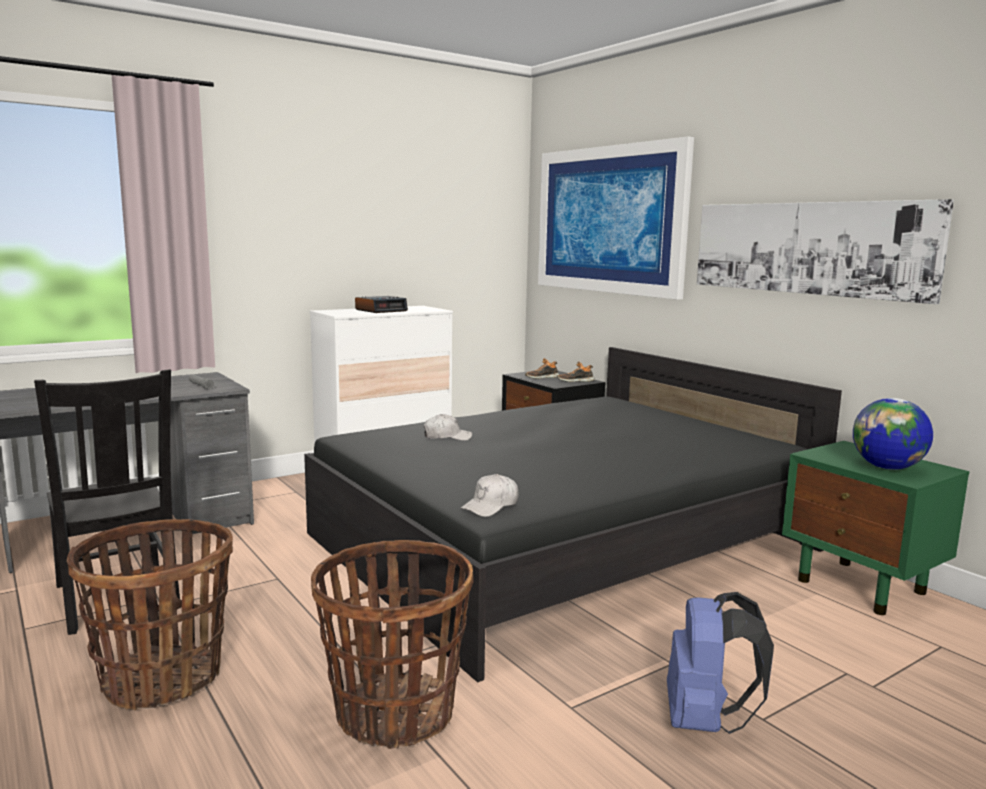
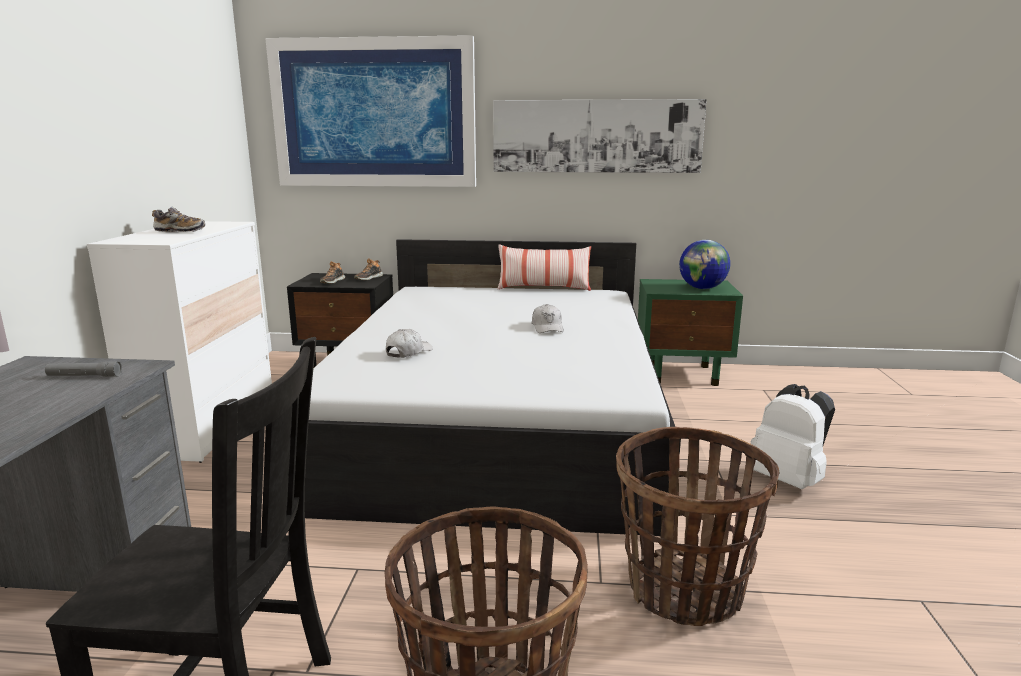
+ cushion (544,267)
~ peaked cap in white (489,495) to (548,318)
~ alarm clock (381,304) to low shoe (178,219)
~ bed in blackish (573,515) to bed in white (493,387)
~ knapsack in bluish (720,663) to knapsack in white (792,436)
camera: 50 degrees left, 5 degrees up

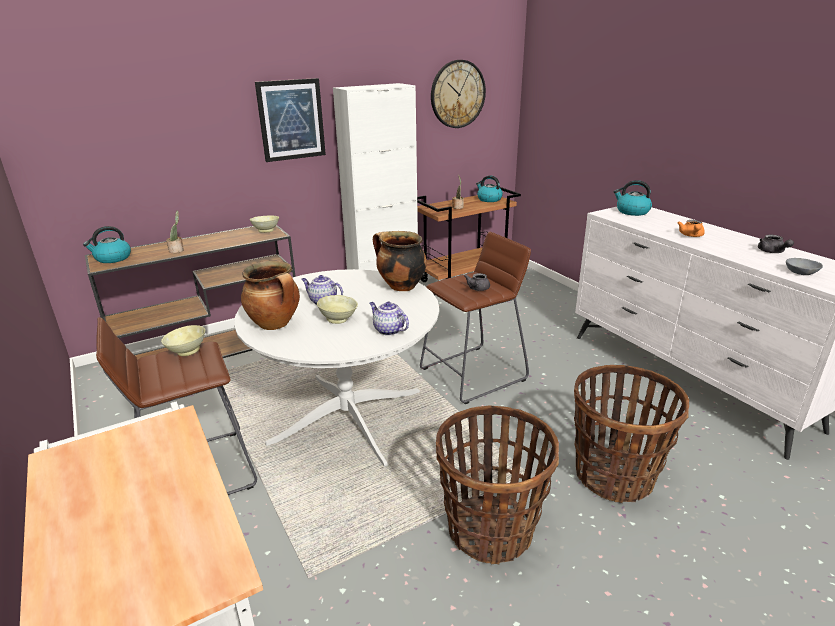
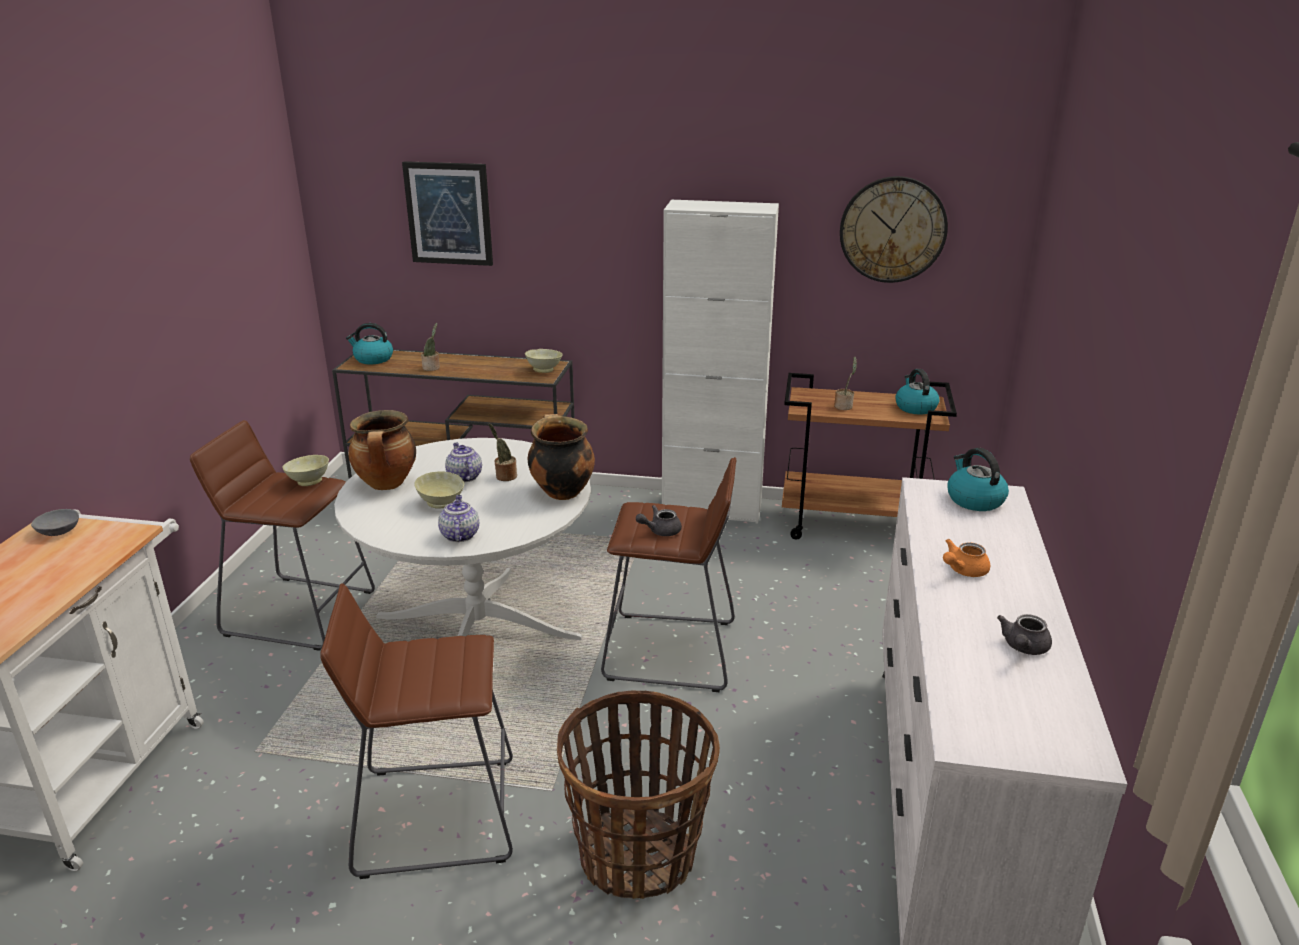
+ plant in a pot (502,452)
~ wall art (290,120) to (447,213)
~ bowl in gray (804,266) to (55,522)
~ basket (497,484) to stool seat in brown (416,731)
camera: 40 degrees right, 0 degrees up

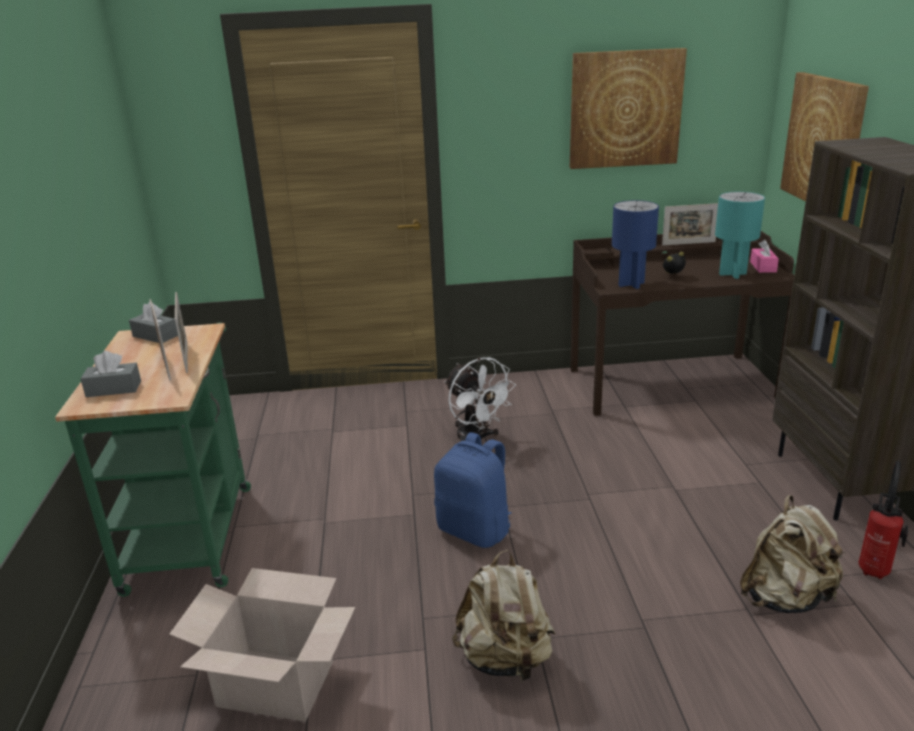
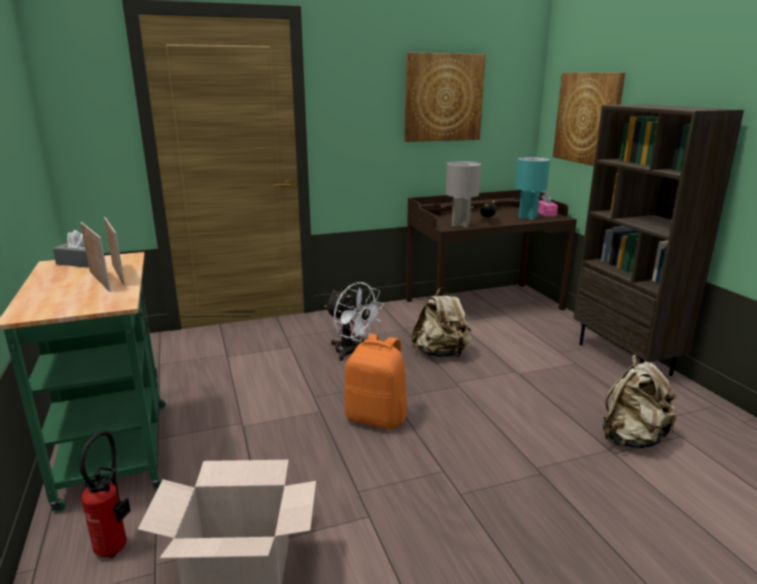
- tissue holder in gray (111,374)
- picture frame (690,224)
~ knapsack in beige (503,615) to (442,322)
~ extinguisher (883,520) to (105,494)
~ knapsack in bluish (472,490) to knapsack in orangey (375,382)
~ table lamp in bluish (635,244) to table lamp in gray (463,194)
camera: 15 degrees left, 5 degrees down

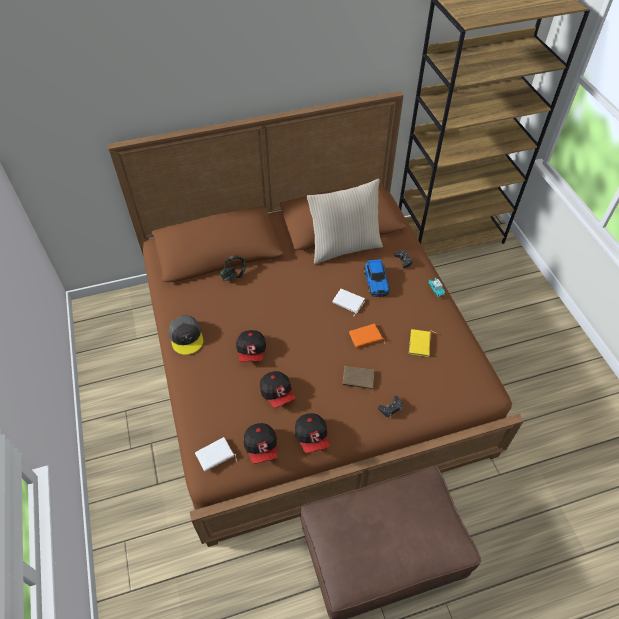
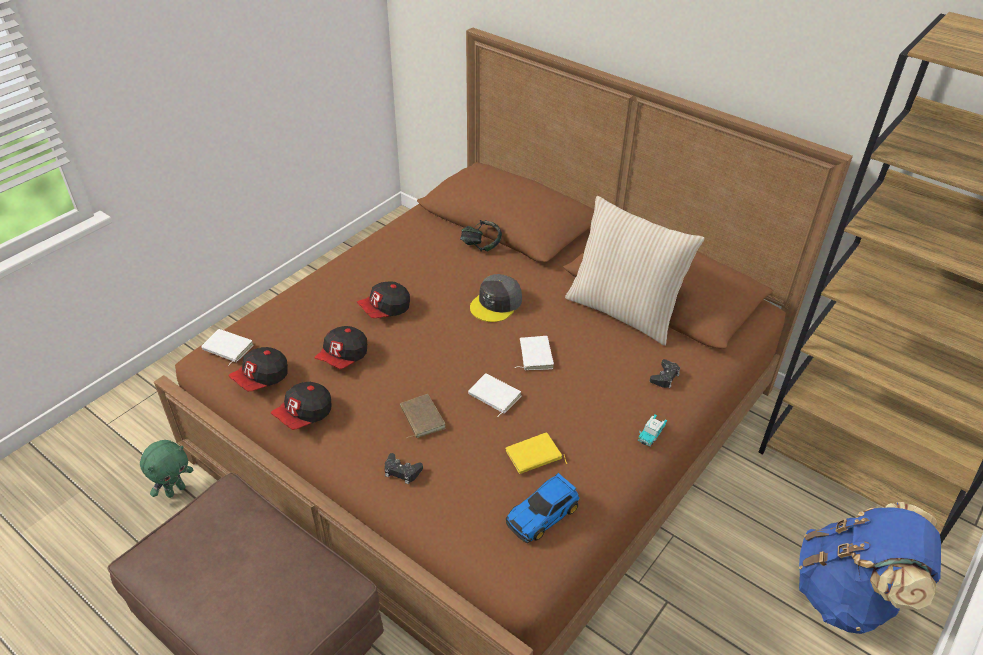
+ soft toy in green (166,469)
+ knapsack in bluish (870,568)
~ peaked cap in gray (186,335) to (496,298)
~ toy car (377,278) to (543,508)
~ volume in orangey (367,336) to volume in white (494,395)
camera: 55 degrees right, 10 degrees down

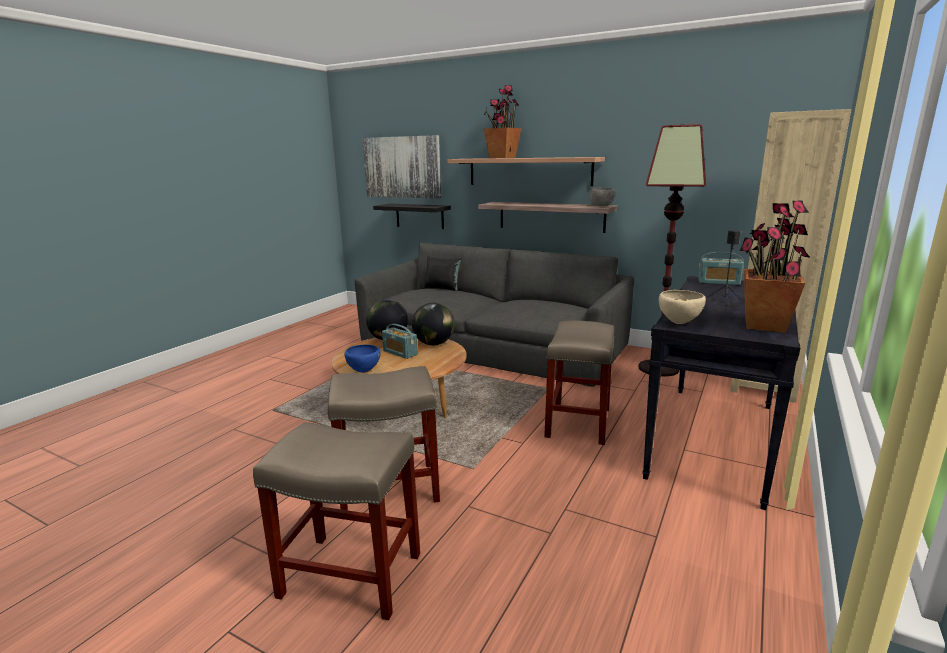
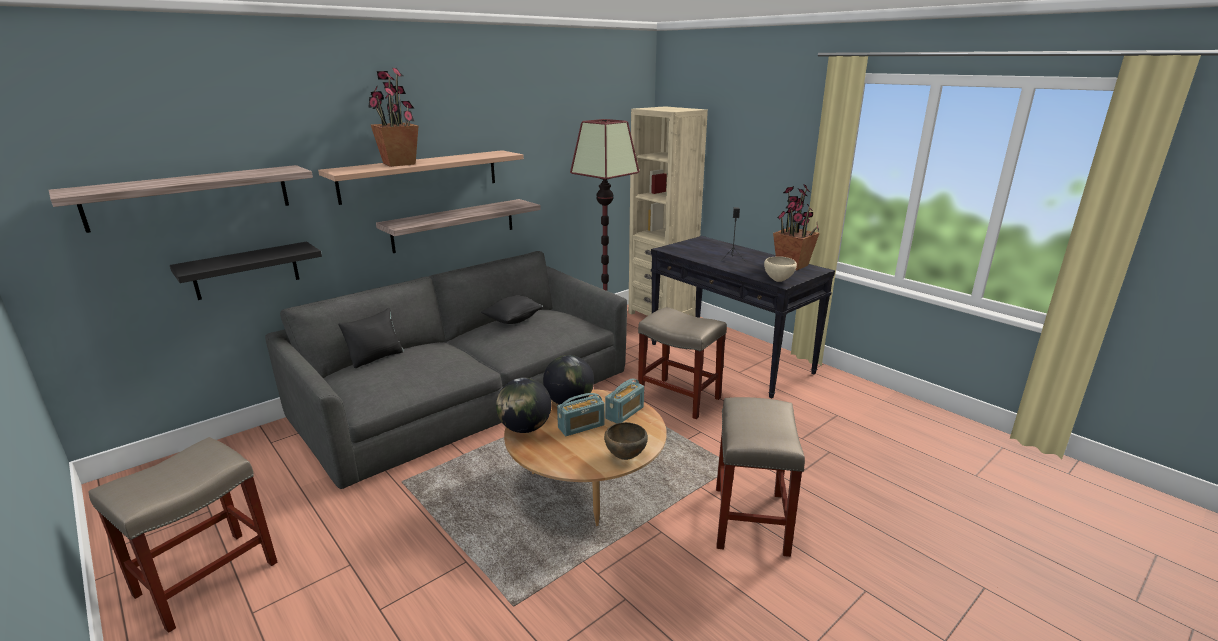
- bowl in gray (602,196)
+ cushion in blackish (512,309)
~ stool seat in beige (336,521) to (183,535)
~ radio set (721,268) to (624,401)
~ wall art (401,167) to bracket shelf (181,199)
~ bowl in bluish (363,358) to bowl in brown (626,441)
camera: 70 degrees left, 5 degrees up

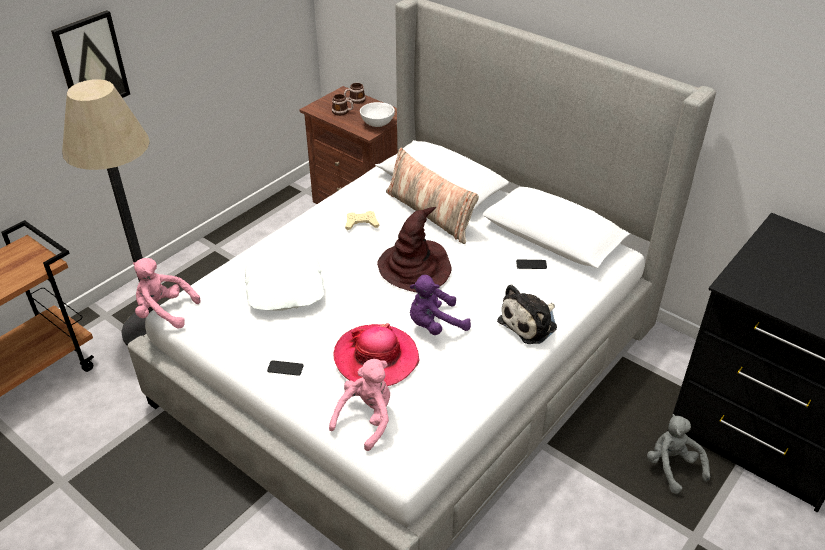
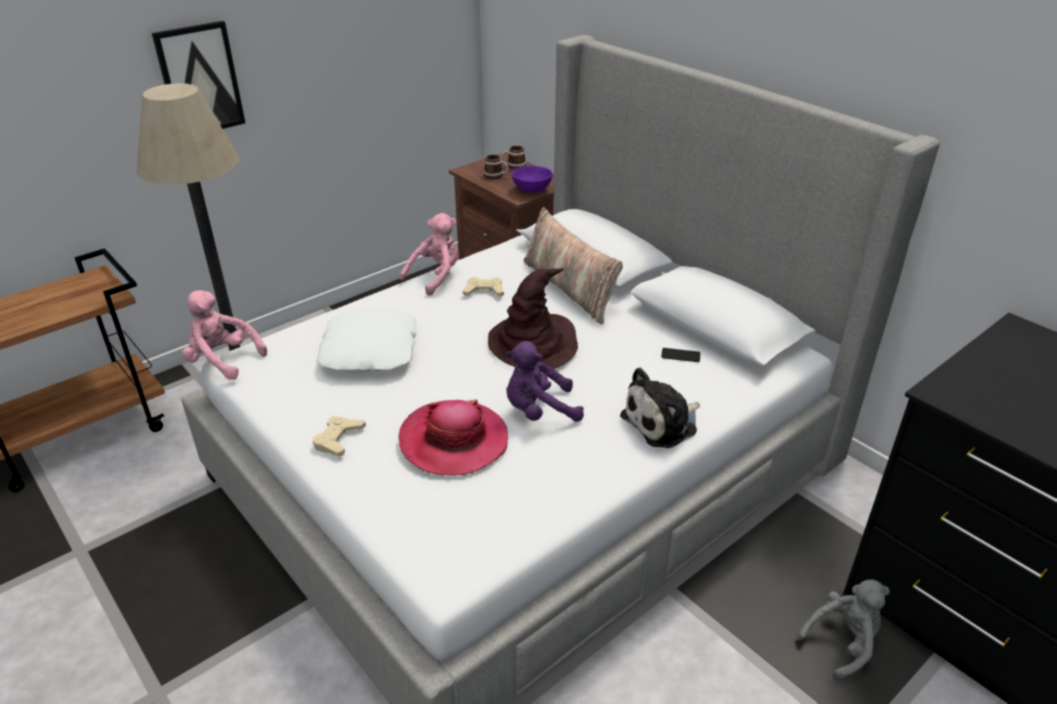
~ soft toy in pink (359,405) to (429,254)
~ handset (285,368) to joypad in beige (339,436)
~ bowl in white (377,114) to bowl in purple-coloured (532,179)
~ soft toy in gray (678,454) = (843,630) 75 degrees clockwise
camera: 10 degrees right, 5 degrees down

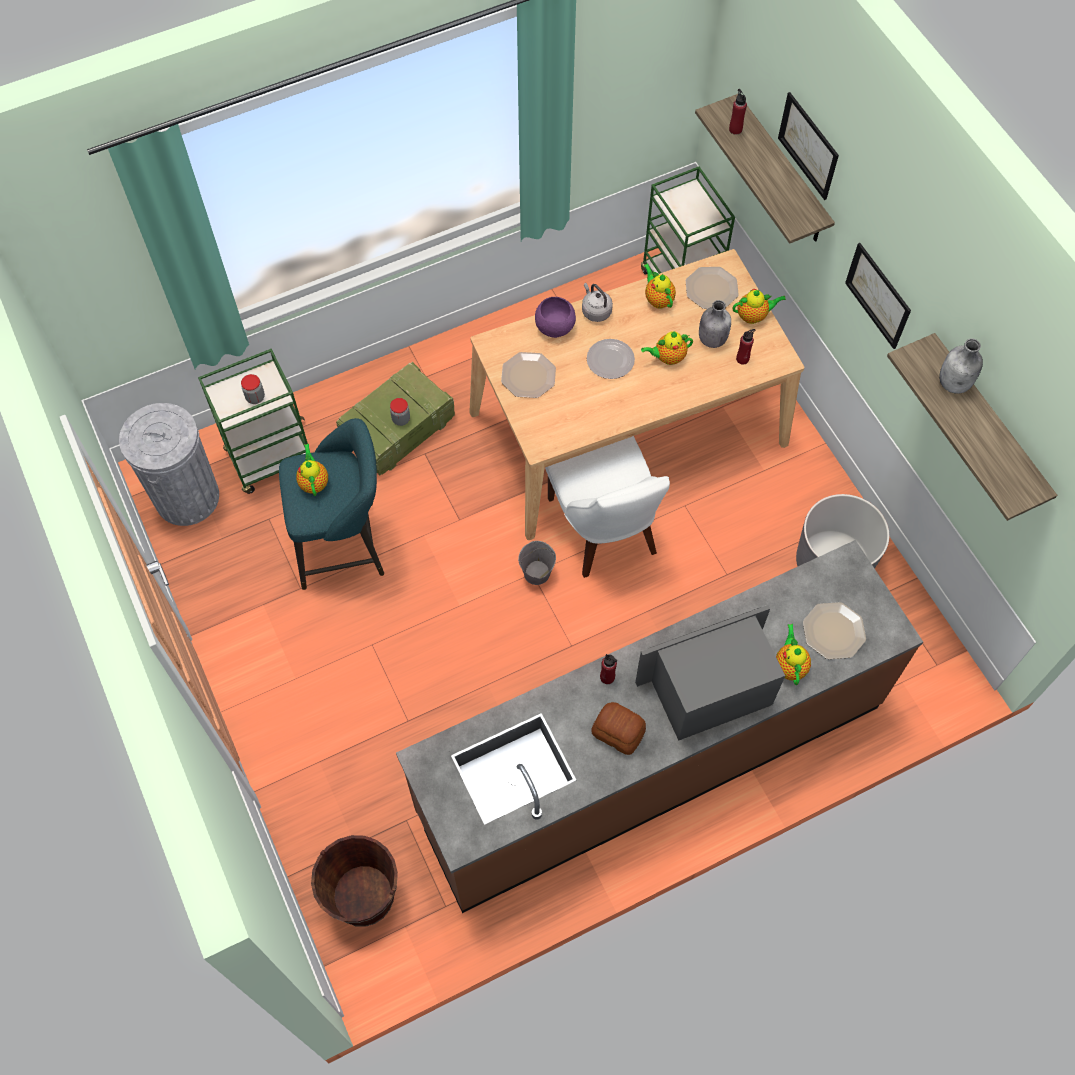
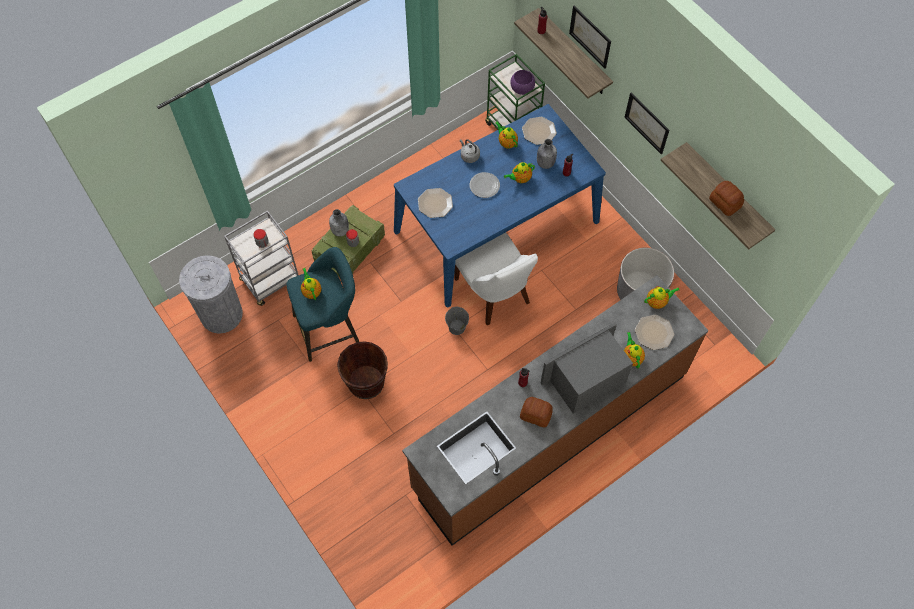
+ bread (726,198)
~ water bucket in brown (354,881) to (362,370)
~ bowl in purple-coloured (555,317) to (522,82)
~ tea pot (759,306) to (662,297)
~ drink bottle in gray (961,366) to (339,223)
~ wheeled cart in green (254,421) to wheeled cart in gray (261,258)
~ kitchen table in beige (636,394) to kitchen table in bluish (500,206)
camera: 10 degrees left, 0 degrees up

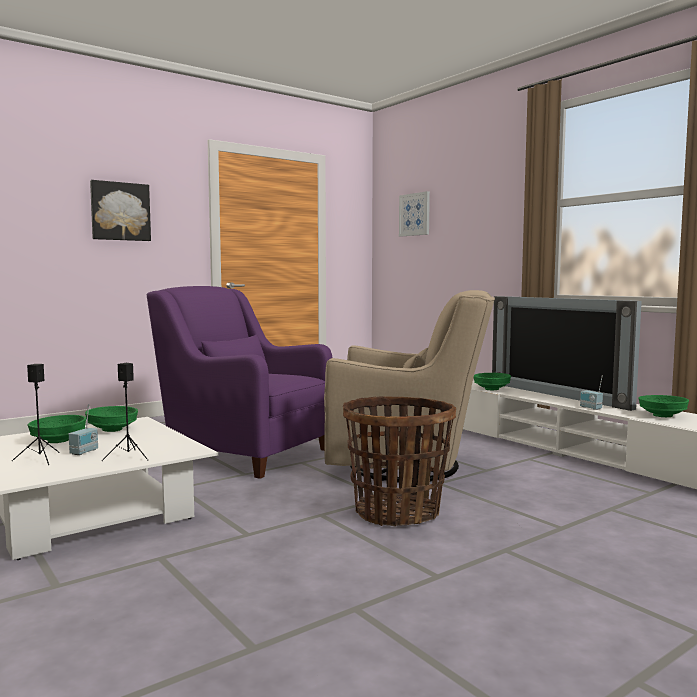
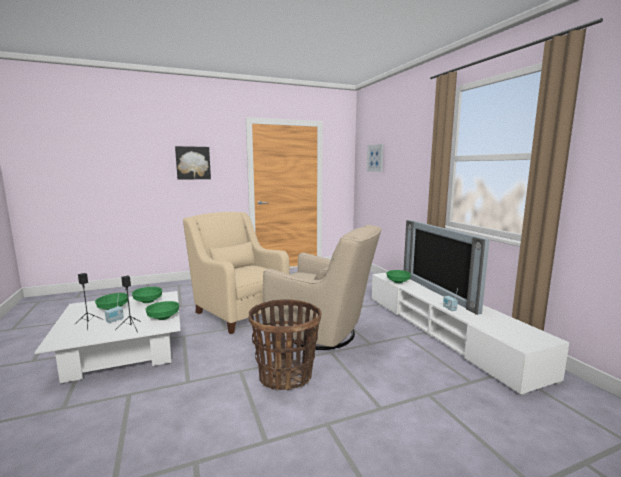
~ bowl in green (664,406) to (162,310)
~ easy chair in purple-coloured (240,382) to easy chair in beige (236,273)
camera: 15 degrees right, 5 degrees up

